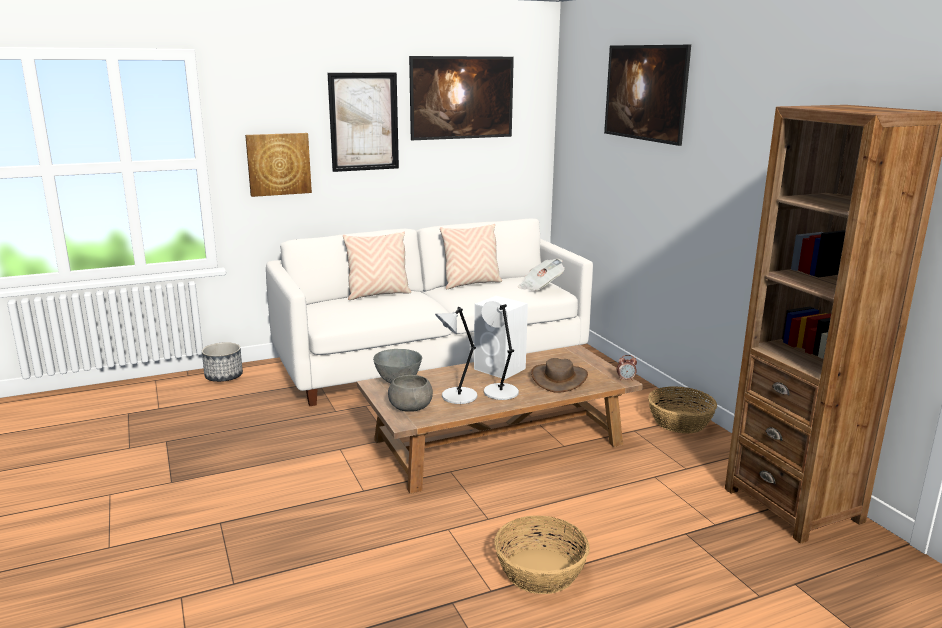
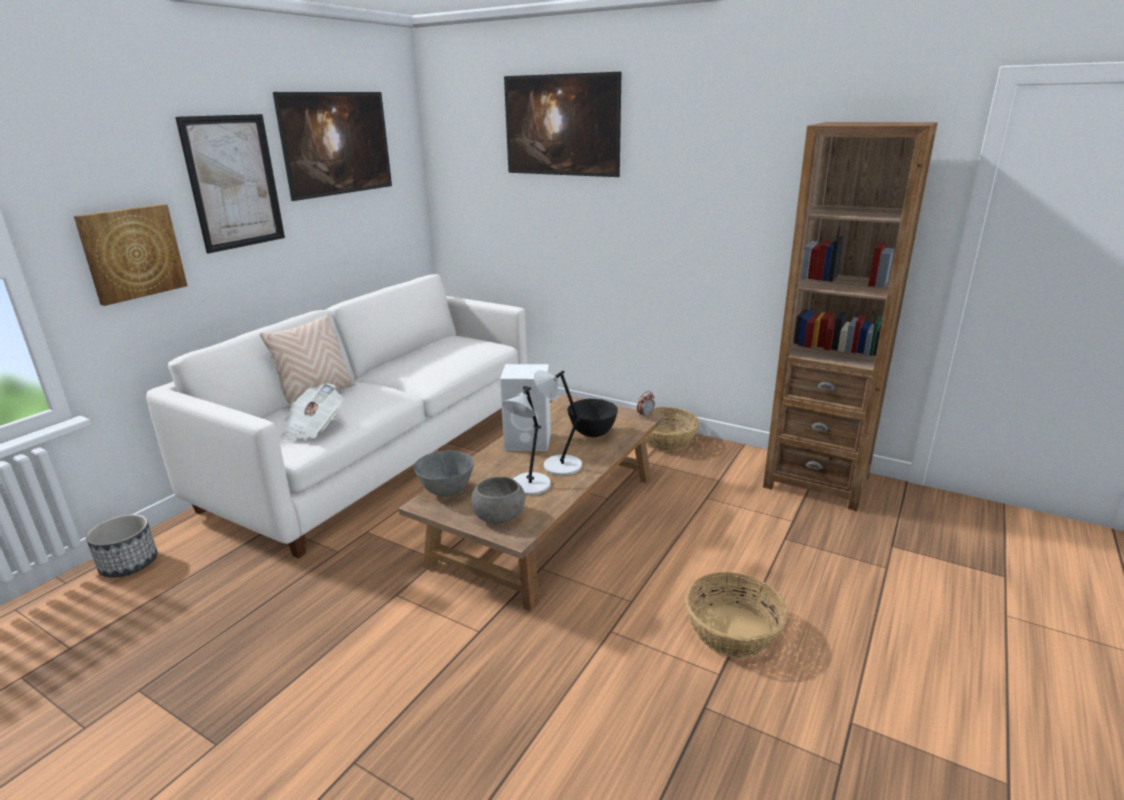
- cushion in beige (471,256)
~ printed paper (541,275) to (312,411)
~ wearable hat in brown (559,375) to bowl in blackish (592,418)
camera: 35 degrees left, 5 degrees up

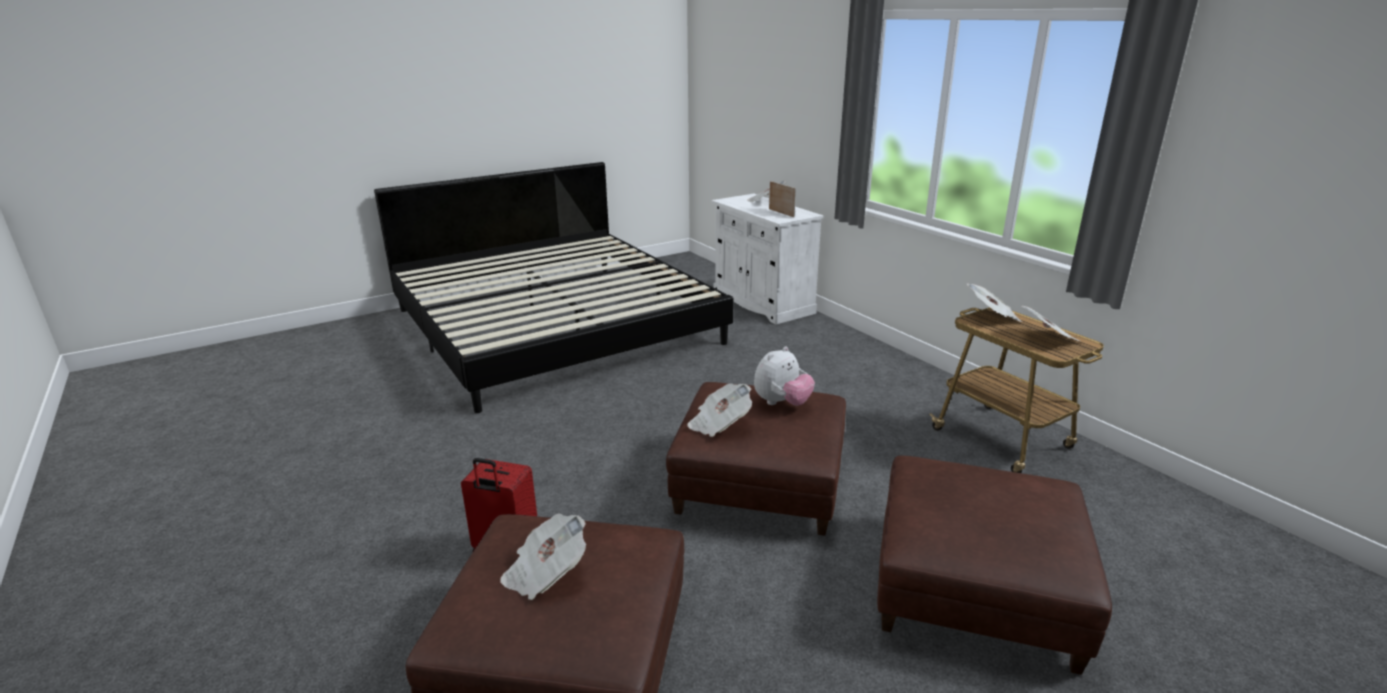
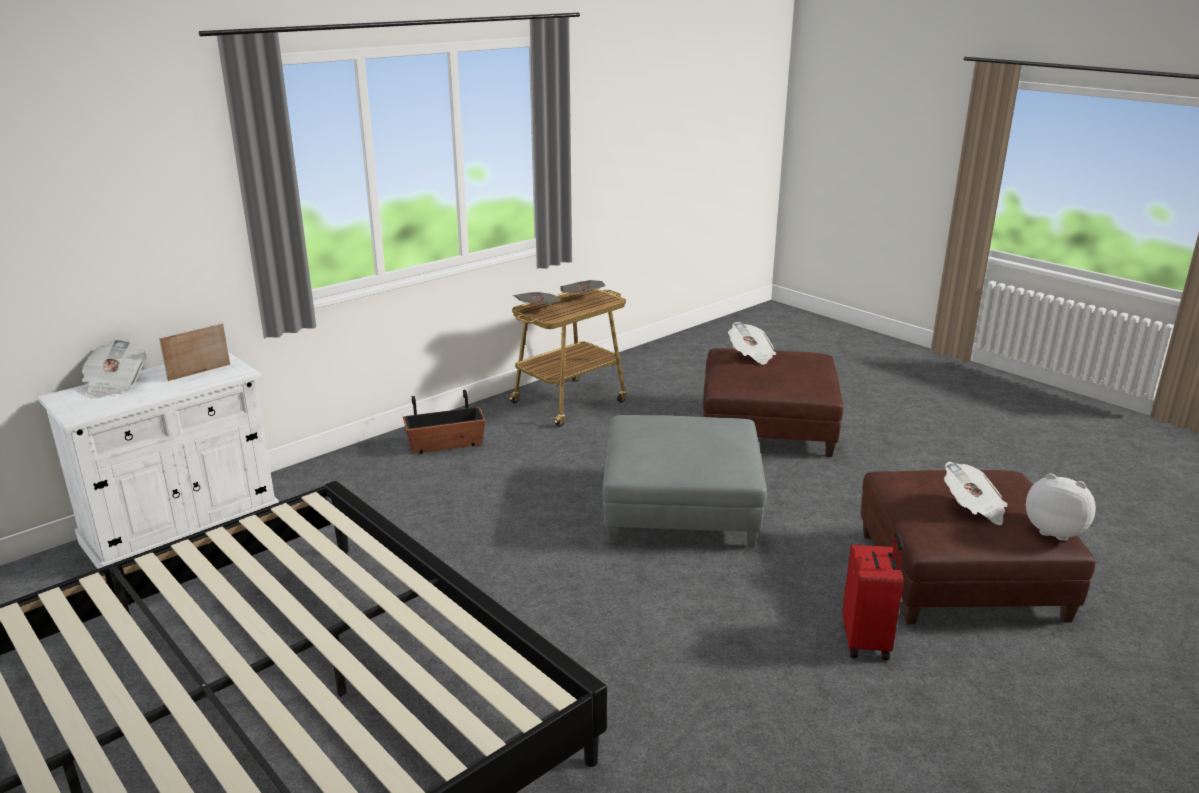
+ planter (444,422)
~ printed paper (719,410) to (752,343)
~ soft toy (784,376) to (1061,507)
~ pouffe in brown (756,459) to pouffe in gray (685,481)
camera: 100 degrees left, 0 degrees up

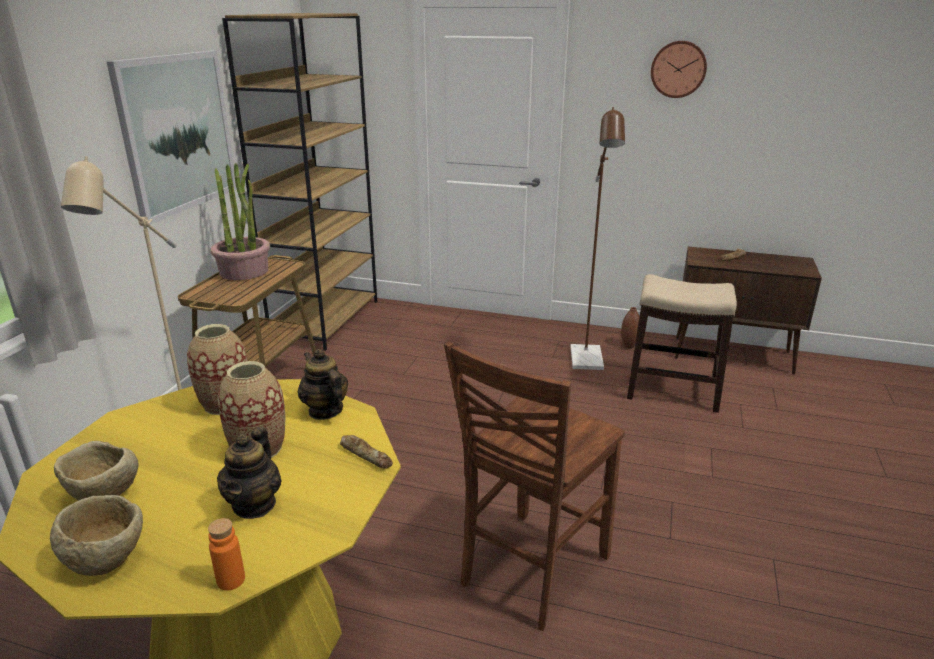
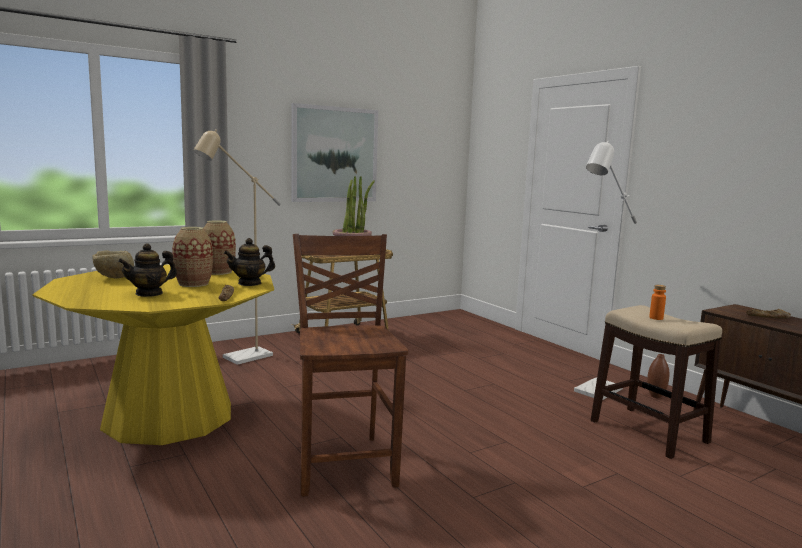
- bowl in beige (96,535)
- bookshelf in brown (299,182)
- clock on the wall (679,69)
~ drink bottle in orangey (226,554) to (657,302)
~ standard lamp in brown (597,238) to standard lamp in white (605,270)
~ tea pot (323,384) = (249,262) 120 degrees counterclockwise
~ chair in brown (534,486) = (350,365) 90 degrees clockwise
camera: 40 degrees right, 15 degrees down

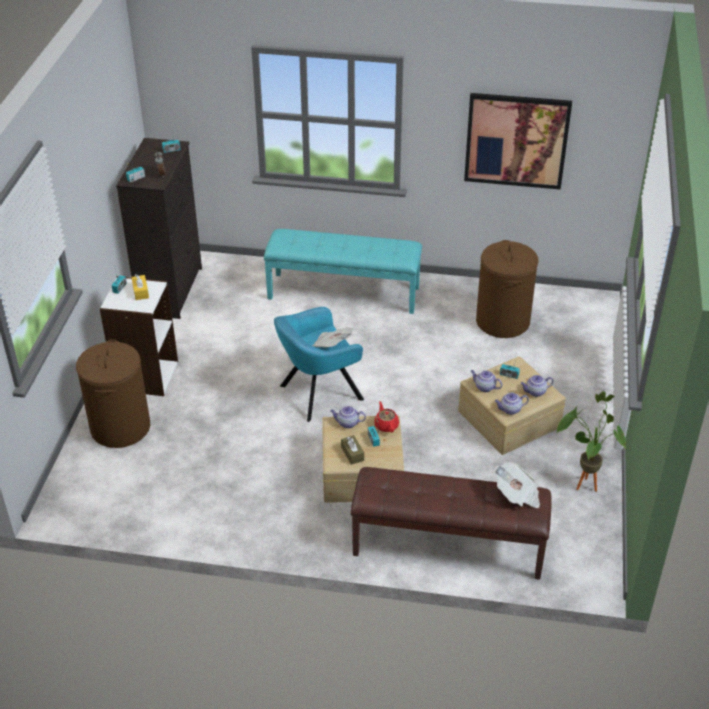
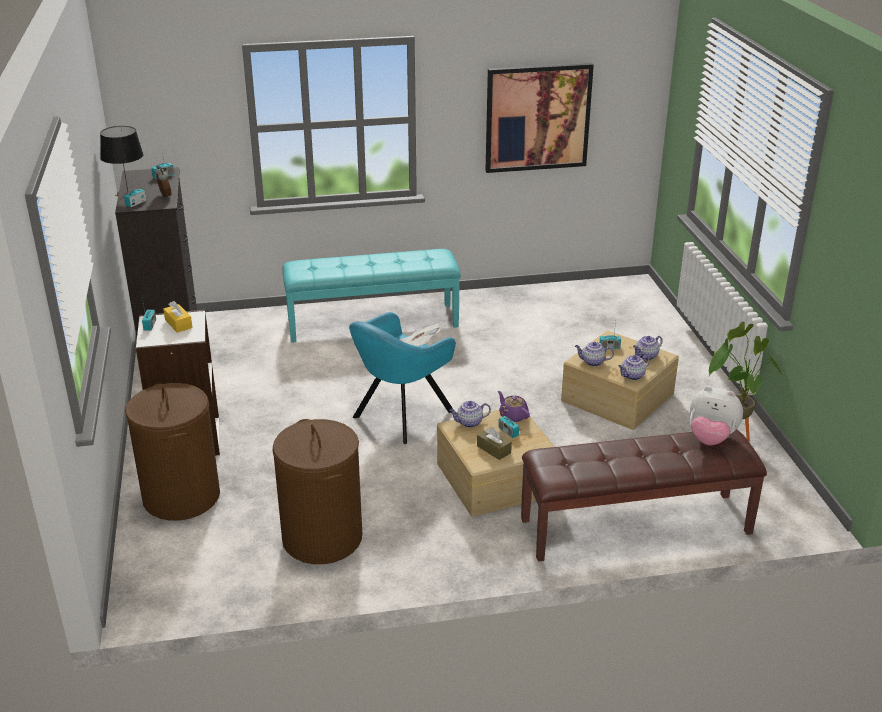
+ table lamp in blackish (122,158)
~ washing basket in brown (507,289) to (317,491)
~ printed paper (517,485) to soft toy (716,415)
~ tea pot in red (386,416) to tea pot in purple-coloured (514,406)
camera: 20 degrees left, 10 degrees down

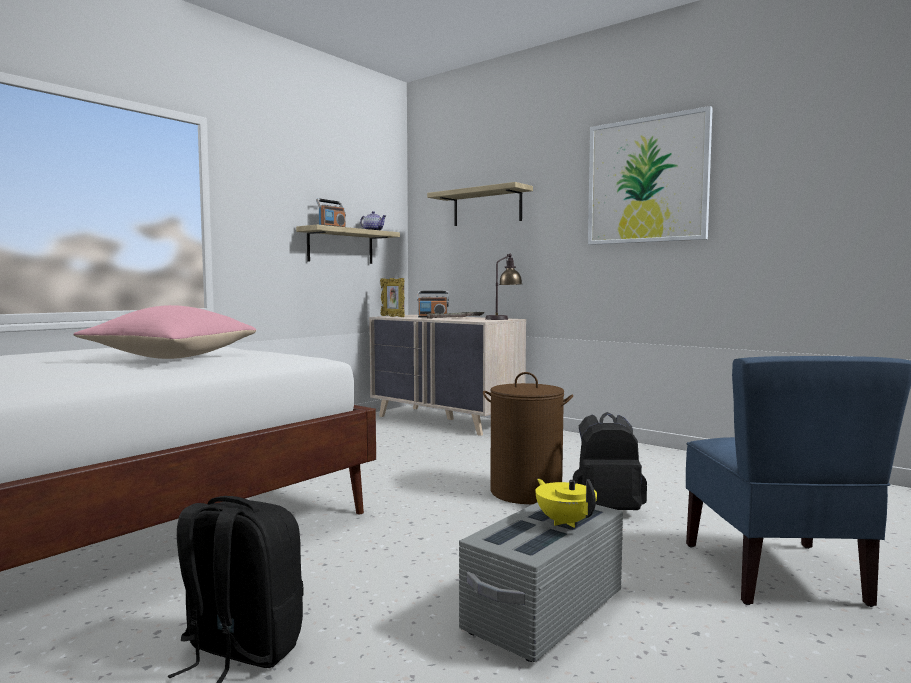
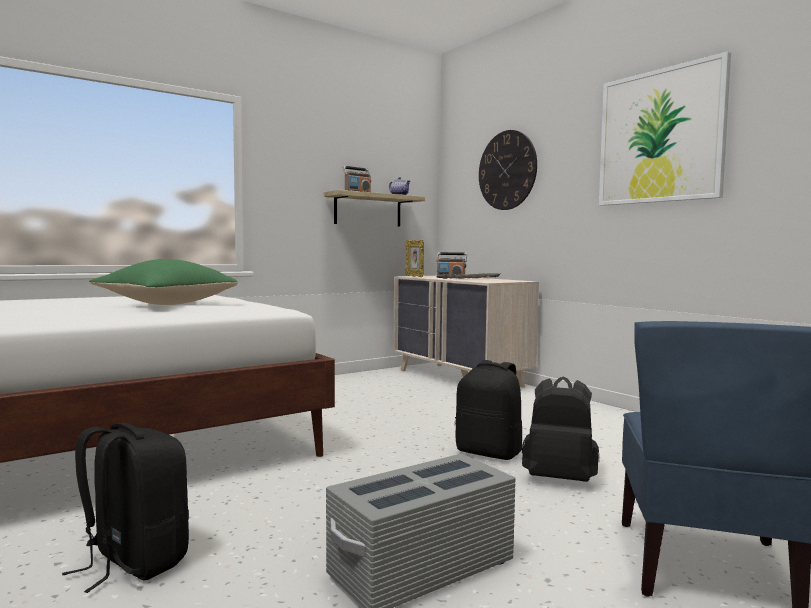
- table lamp (503,287)
- tea pot in yellow-coloured (566,503)
~ bracket shelf (480,204) to clock on the wall (508,170)
~ washing basket in brown (528,438) to knapsack in blackish (488,410)
~ cushion in pink (164,332) to cushion in green (163,282)
camera: 15 degrees right, 0 degrees up

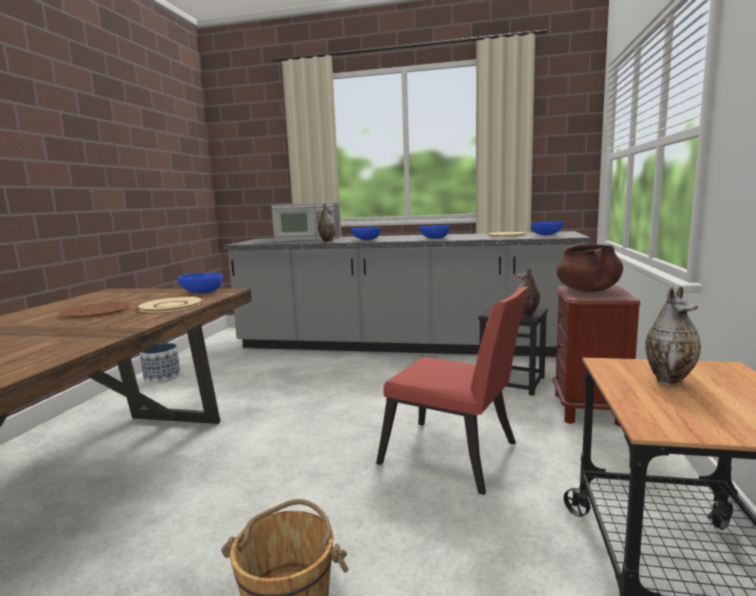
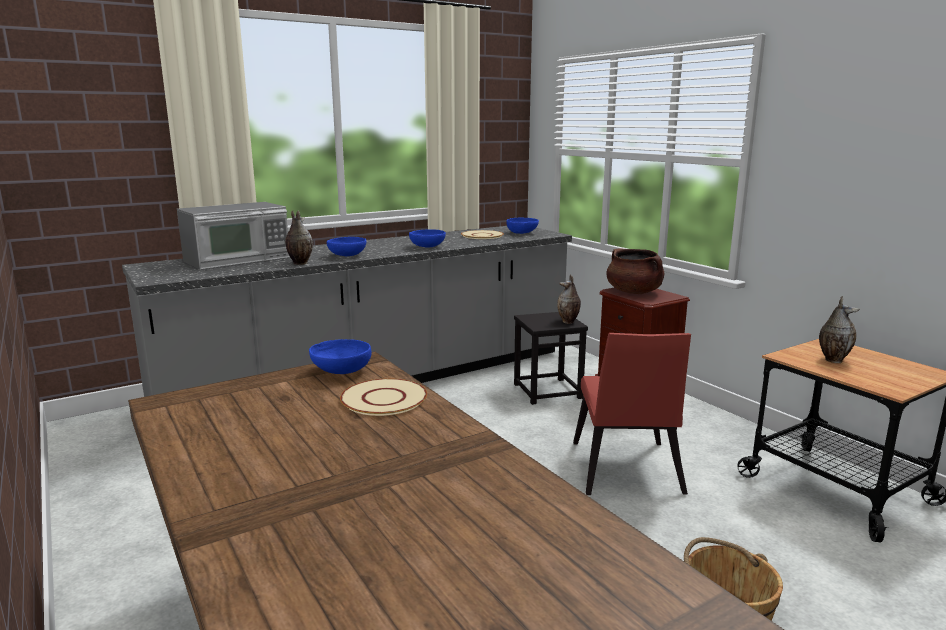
- flat dish in brown (95,309)
- planter (160,363)
~ chair in red (452,390) = (632,414) 105 degrees clockwise
camera: 45 degrees left, 5 degrees up

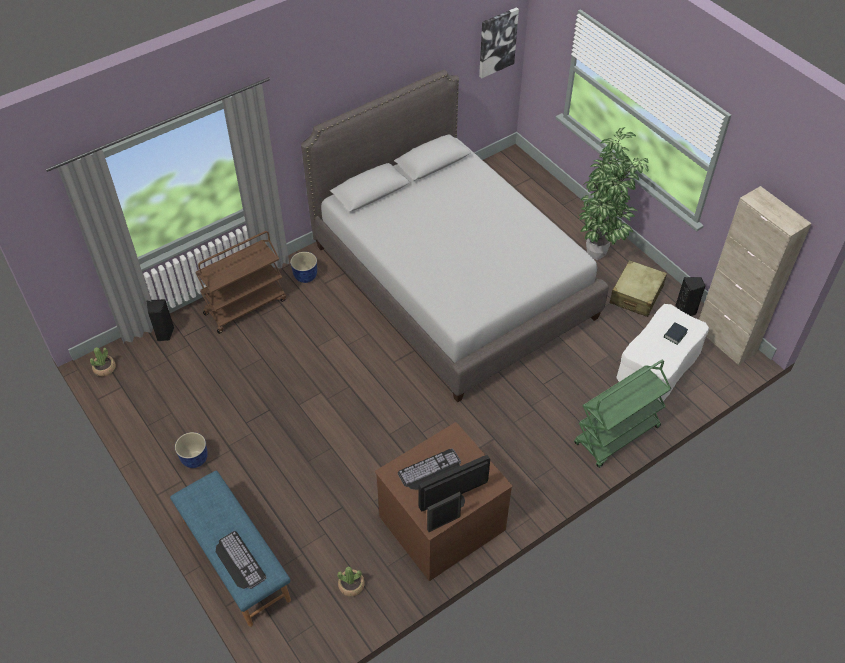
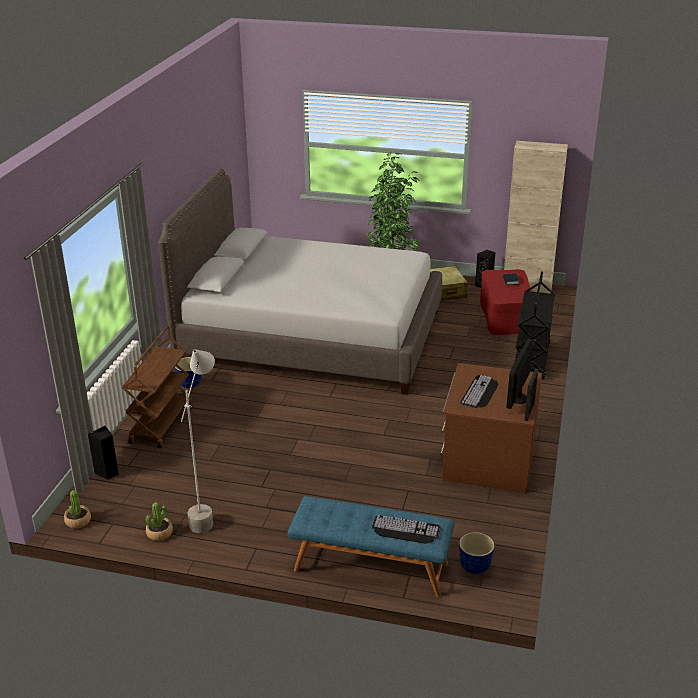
- wall art (499,43)
+ standard lamp in gray (198,441)
~ planter (191,450) to (477,553)
~ plant in a pot (351,581) to (159,521)
~ wheeled cart in green (622,414) to wheeled cart in blackish (534,325)
~ pouffe in white (662,353) to pouffe in red (506,302)
camera: 40 degrees left, 20 degrees down

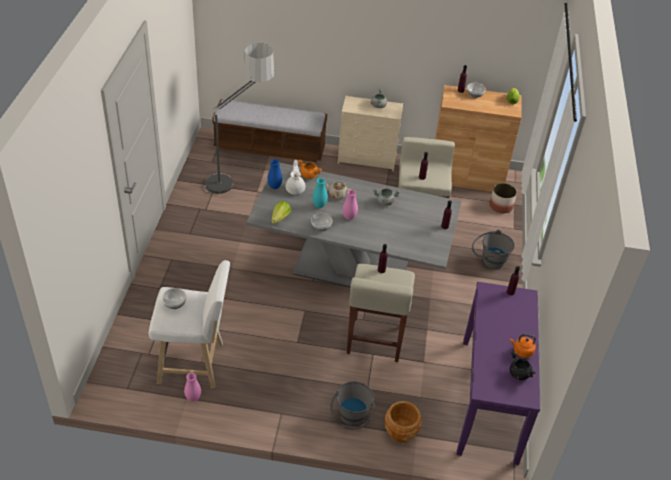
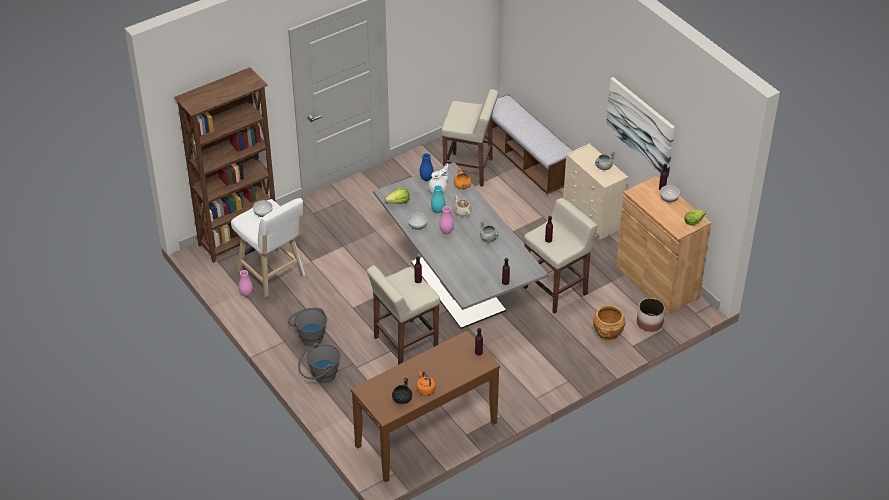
+ bookshelf in brown (225,165)
+ wall art (640,127)
~ planter in brown (403,422) to (610,323)
~ water bucket in gray (493,249) to (307,327)
~ standard lamp (239,118) to stool seat in beige (470,138)
~ narrow table in purple-coloured (498,373) to narrow table in brown (425,407)
camera: 50 degrees right, 0 degrees up

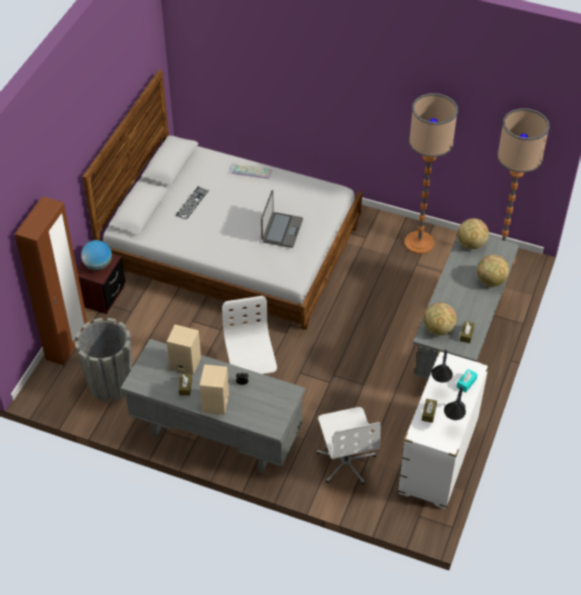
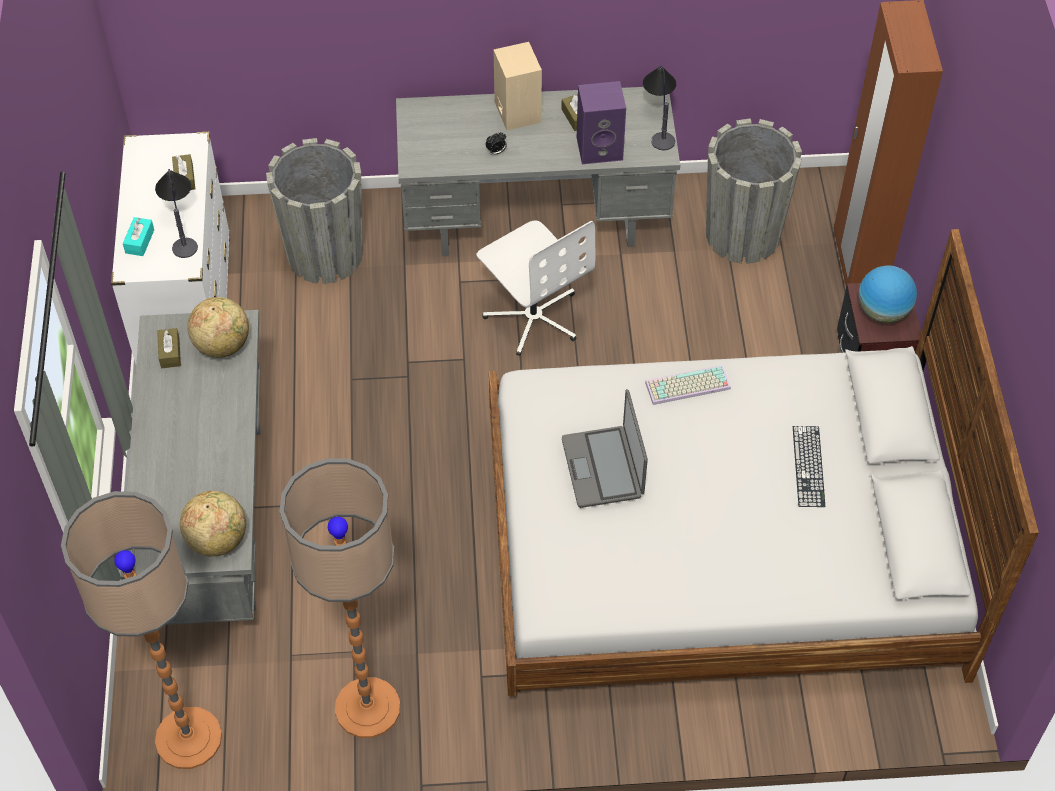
- world globe (493,271)
~ PC keyboard (251,171) to (688,385)
~ table lamp (455,403) to (659,107)
~ computer chair in white (349,446) to planter in gray (314,211)
~ speaker in beige (184,350) to speaker in purple-coloured (601,122)
camera: 155 degrees right, 5 degrees up

